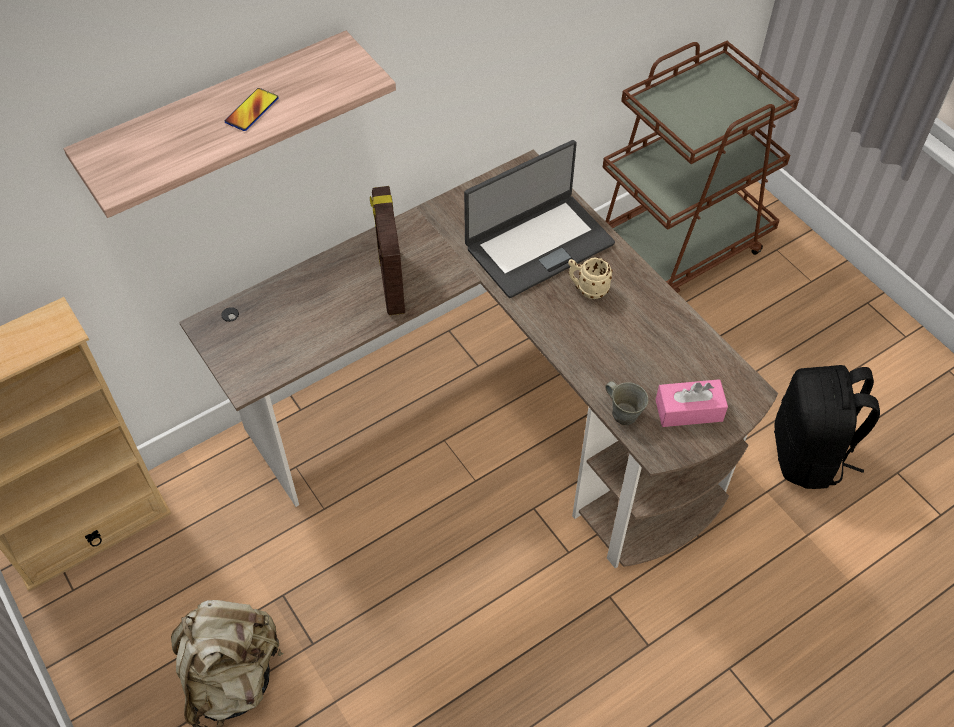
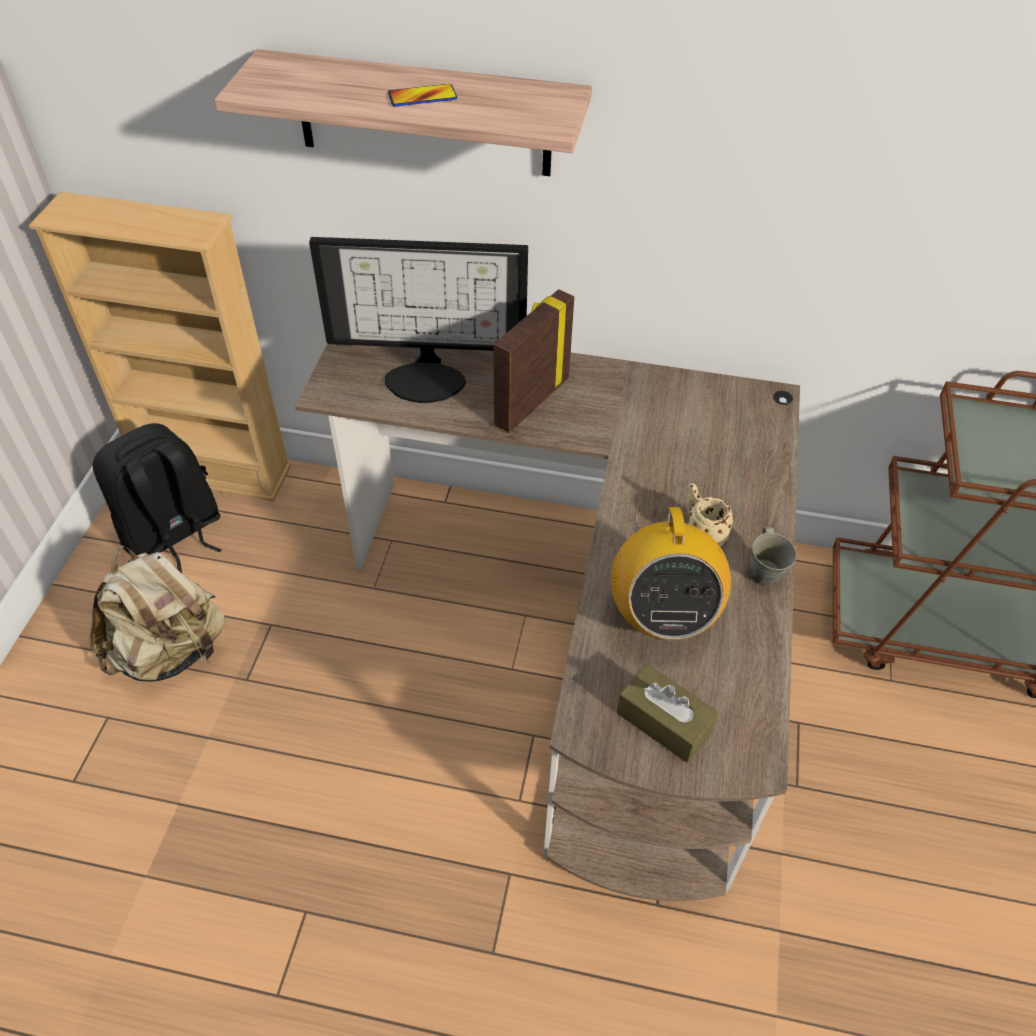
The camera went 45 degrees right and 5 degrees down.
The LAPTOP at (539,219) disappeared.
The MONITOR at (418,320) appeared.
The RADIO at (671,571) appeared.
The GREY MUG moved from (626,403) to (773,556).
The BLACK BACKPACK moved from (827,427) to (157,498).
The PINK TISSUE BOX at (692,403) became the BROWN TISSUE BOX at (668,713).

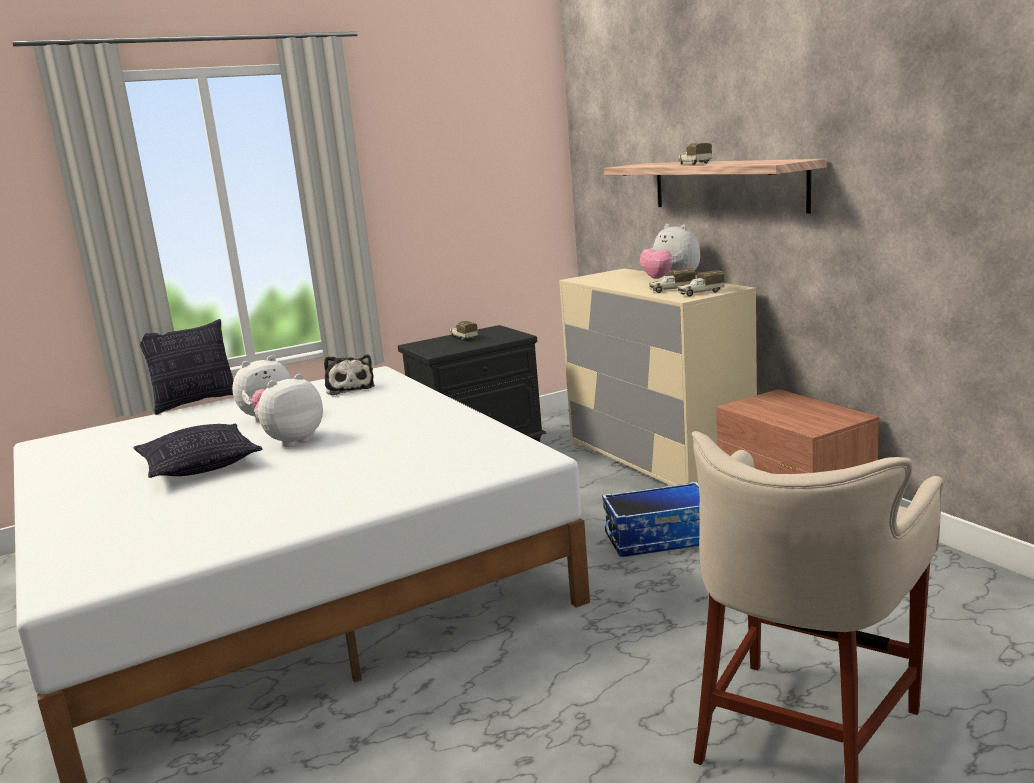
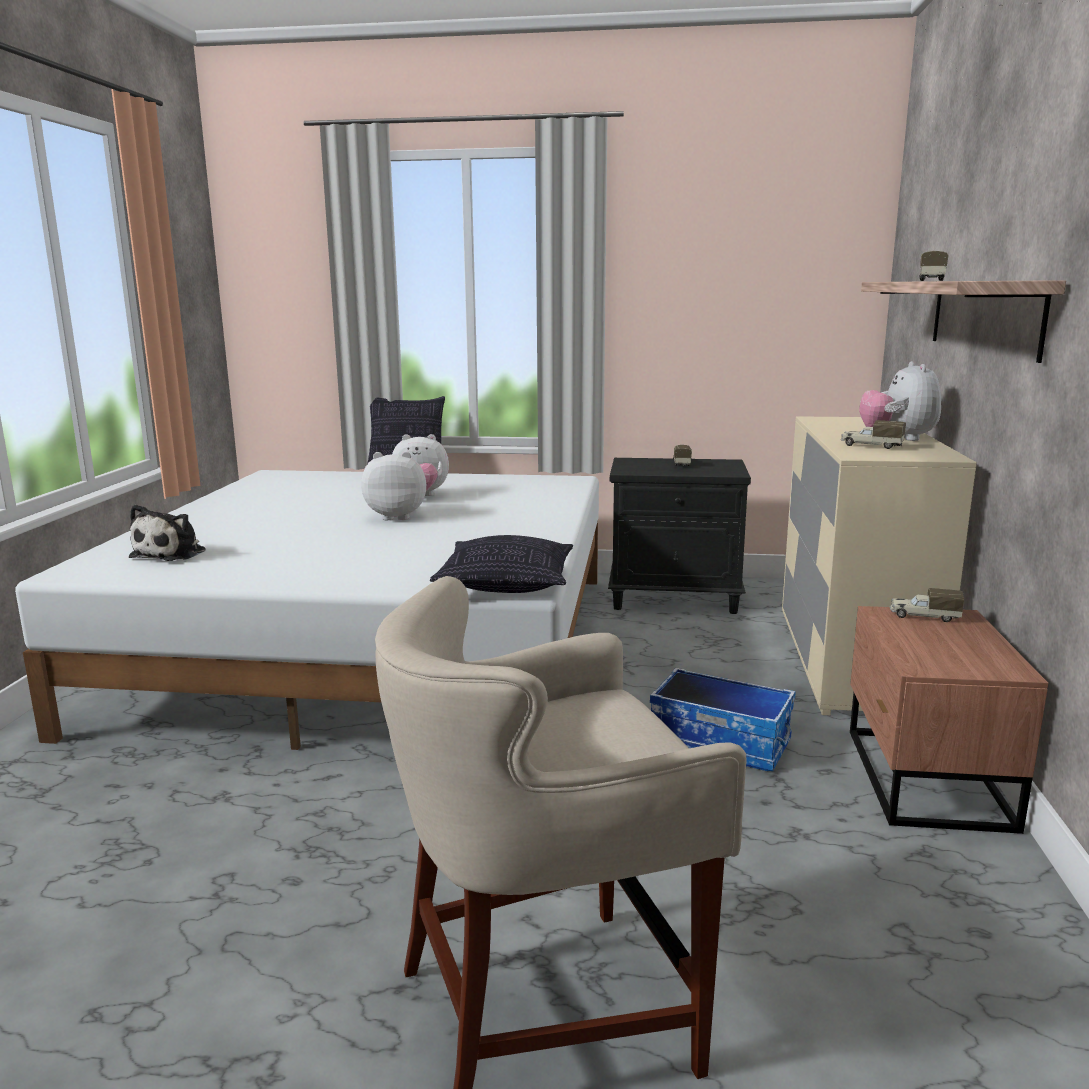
The camera went 35 degrees right and 0 degrees up.
The PILLOW moved from (197,451) to (501,564).
The PLUSH TOY moved from (349,375) to (167,532).
The TOY TRUCK moved from (701,283) to (927,605).

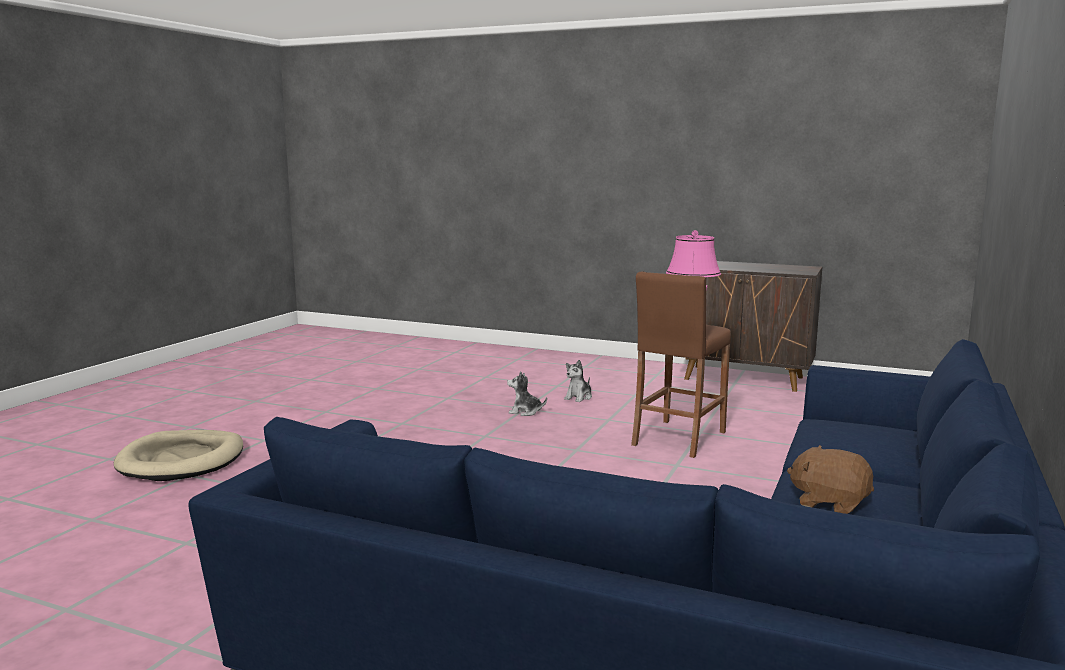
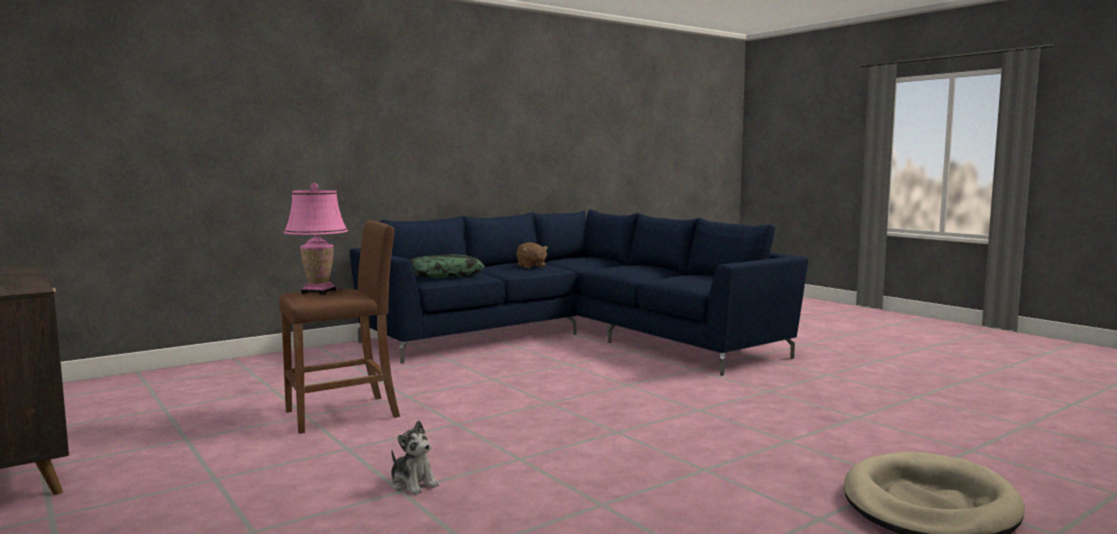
The camera went 150 degrees left and 5 degrees down.
The PLUSH TOY at (578,381) disappeared.
The PILLOW at (447,266) appeared.

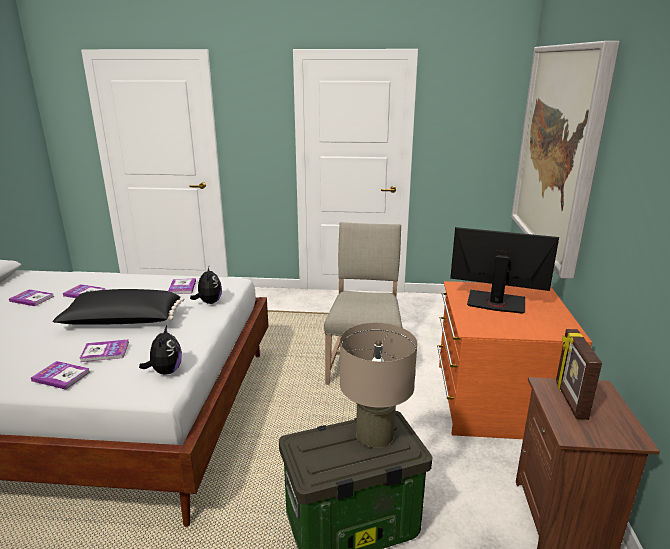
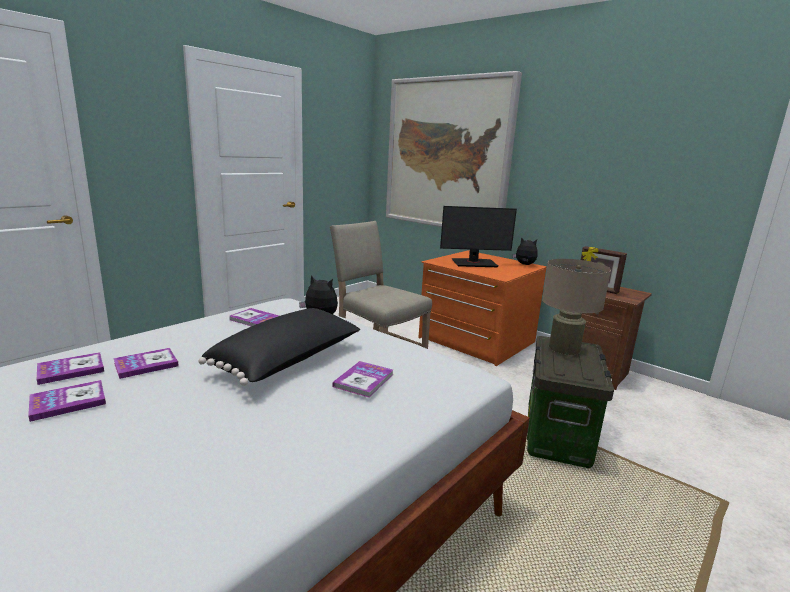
The camera went 55 degrees left and 5 degrees down.
The BOOK moved from (60,375) to (70,368).
The PLUSH TOY moved from (160,350) to (525,251).
The MONITOR at (504,270) turned 150 degrees counterclockwise.

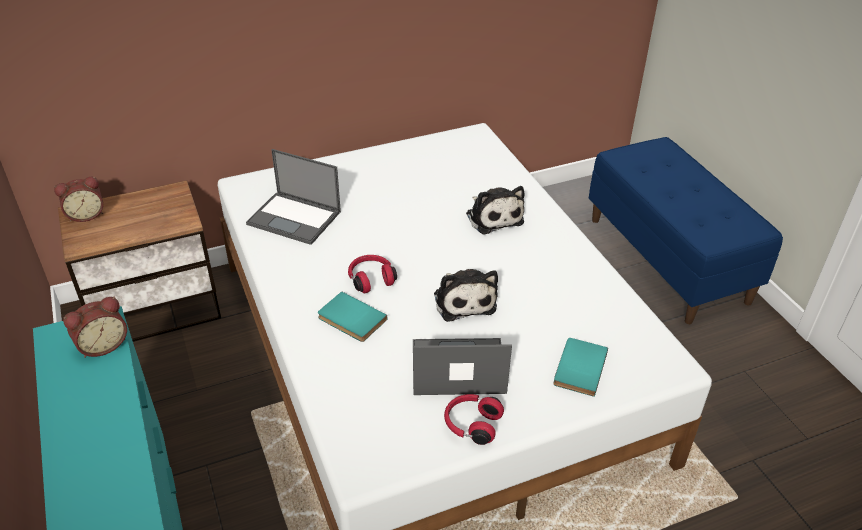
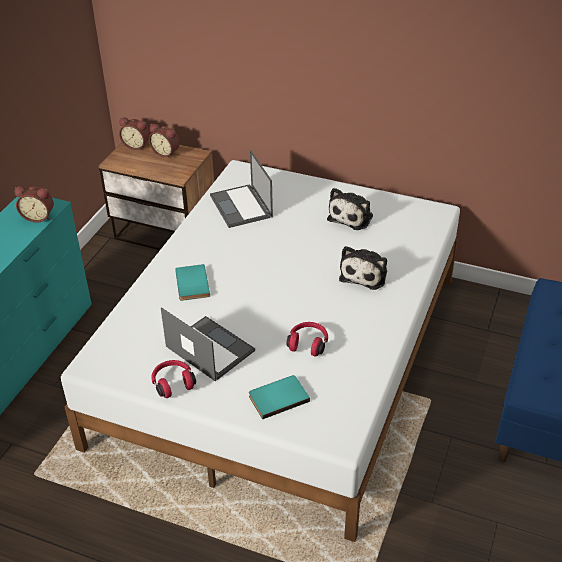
The camera went 45 degrees right and 0 degrees up.
The ALARM CLOCK at (164,141) appeared.
The RED HEADPHONES moved from (372,274) to (307,339).
The PLUSH TOY moved from (466,295) to (350,209).

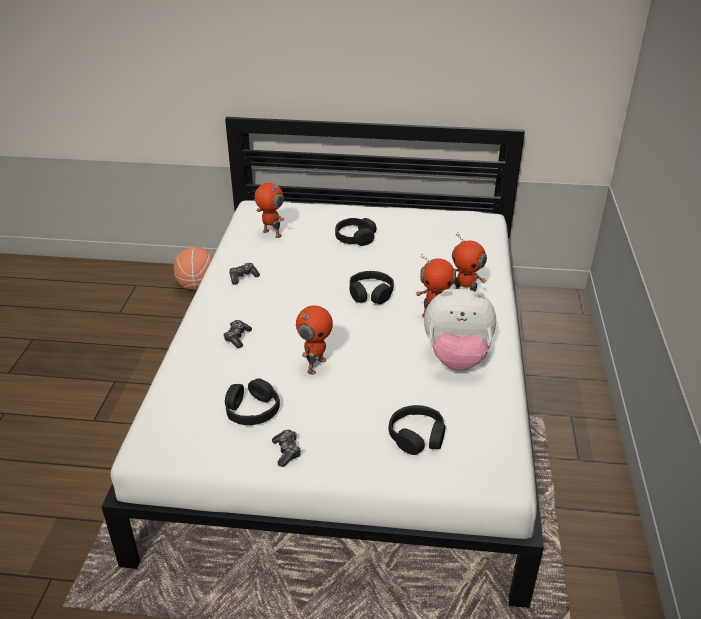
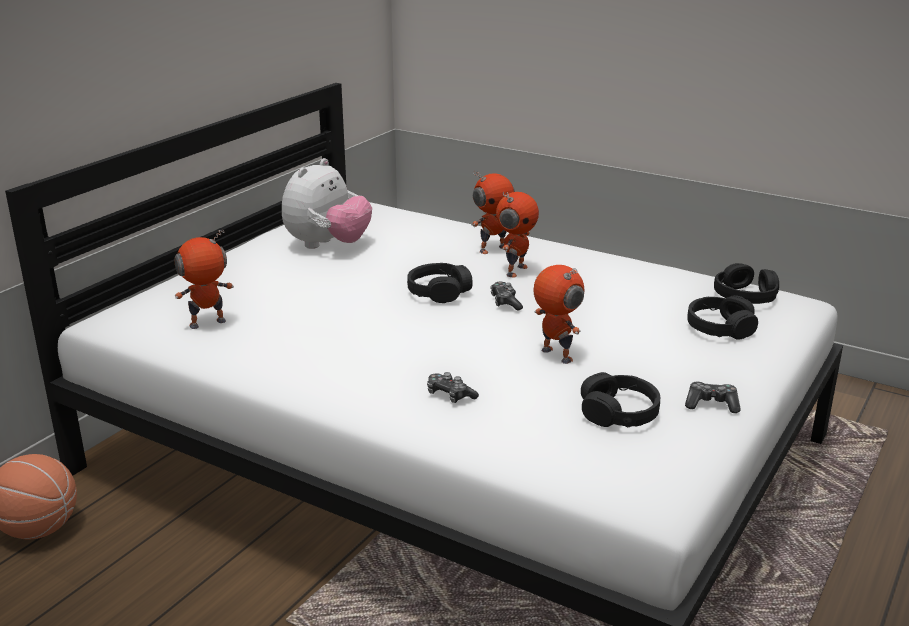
The camera went 65 degrees left and 10 degrees down.
The GAME CONTROLLER moved from (244,274) to (507,296).
The BLACK HEADPHONES moved from (355,232) to (746,283).
The PLUSH TOY moved from (460,330) to (327,203).

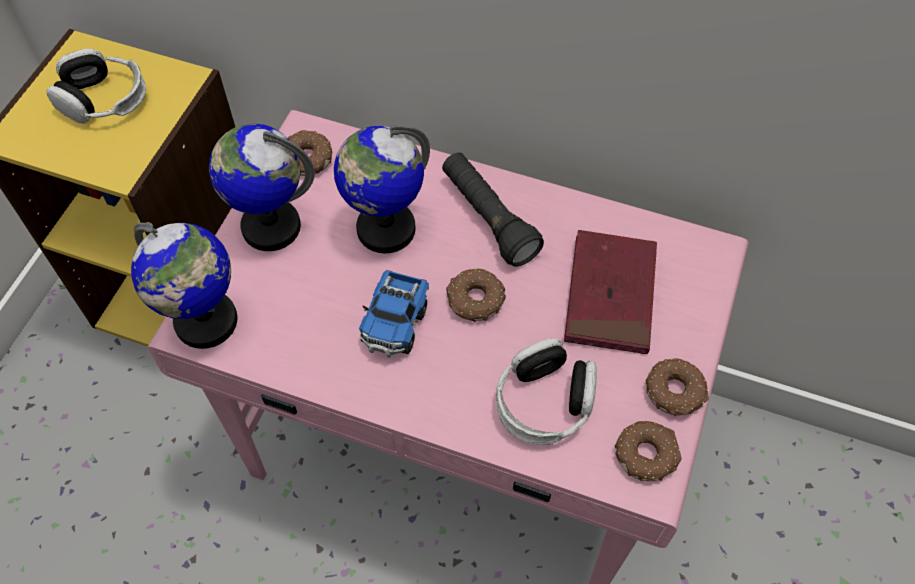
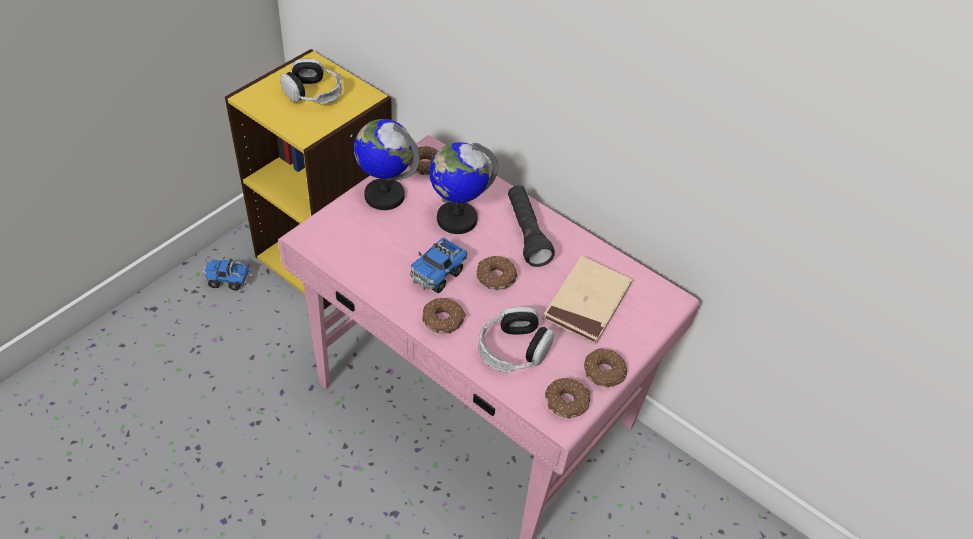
The camera went 15 degrees right and 10 degrees down.
The GLOBE at (184,285) disappeared.
The TOY TRUCK at (227,273) appeared.
The DONUT at (444,316) appeared.
The RED BOOK at (610,292) became the BEIGE BOOK at (587,300).

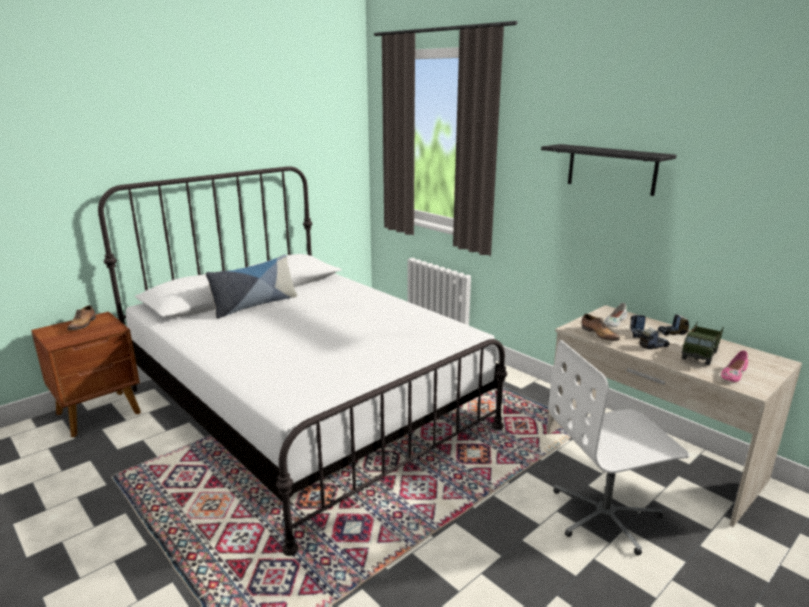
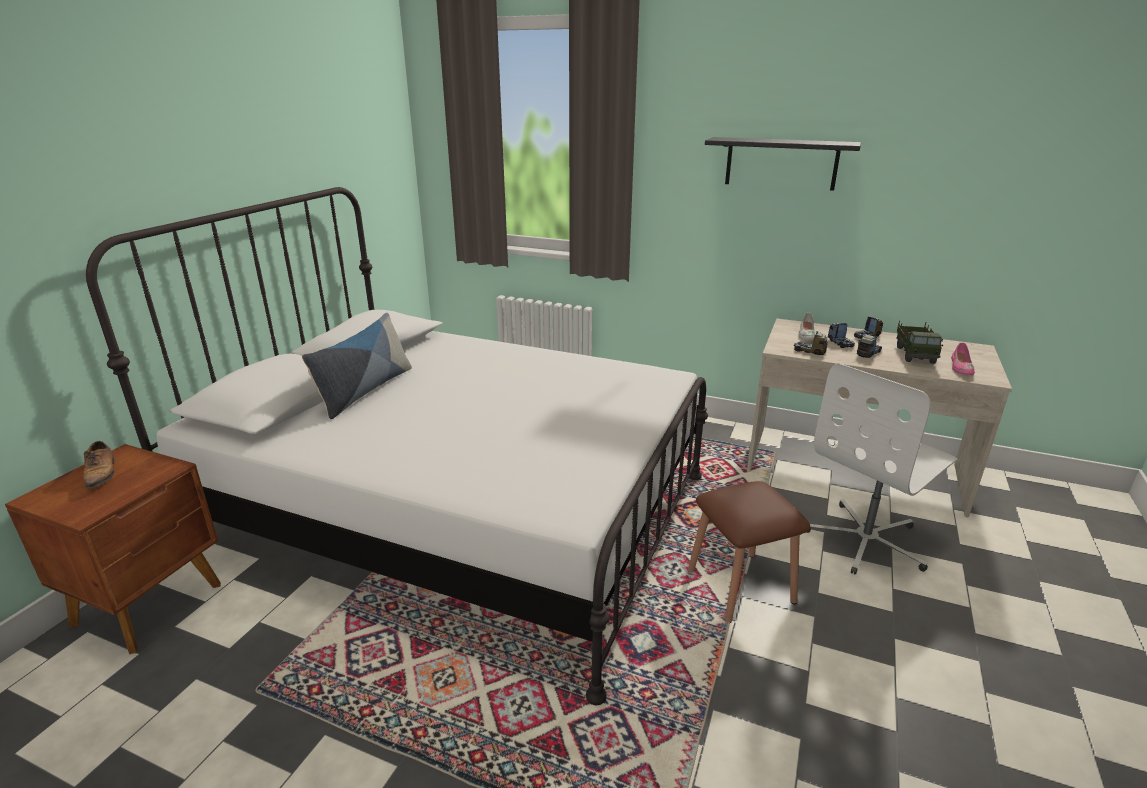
The camera went 25 degrees left and 5 degrees up.
The BROWN STOOL at (749,552) appeared.
The SHOE at (601,327) was replaced by the TOY TRUCK at (811,343).

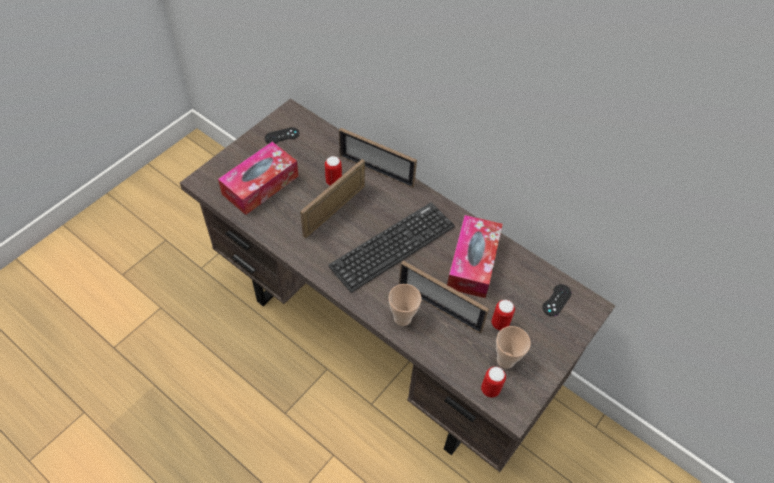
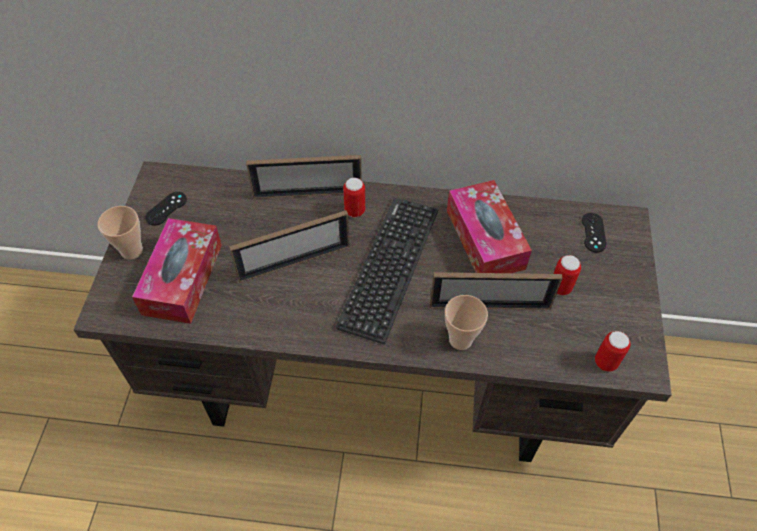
The camera went 30 degrees left and 0 degrees up.
The CAN moved from (333,171) to (354,198).
The CUP moved from (513,347) to (120,232).
The PICTURE FRAME at (332,199) turned 120 degrees counterclockwise.

